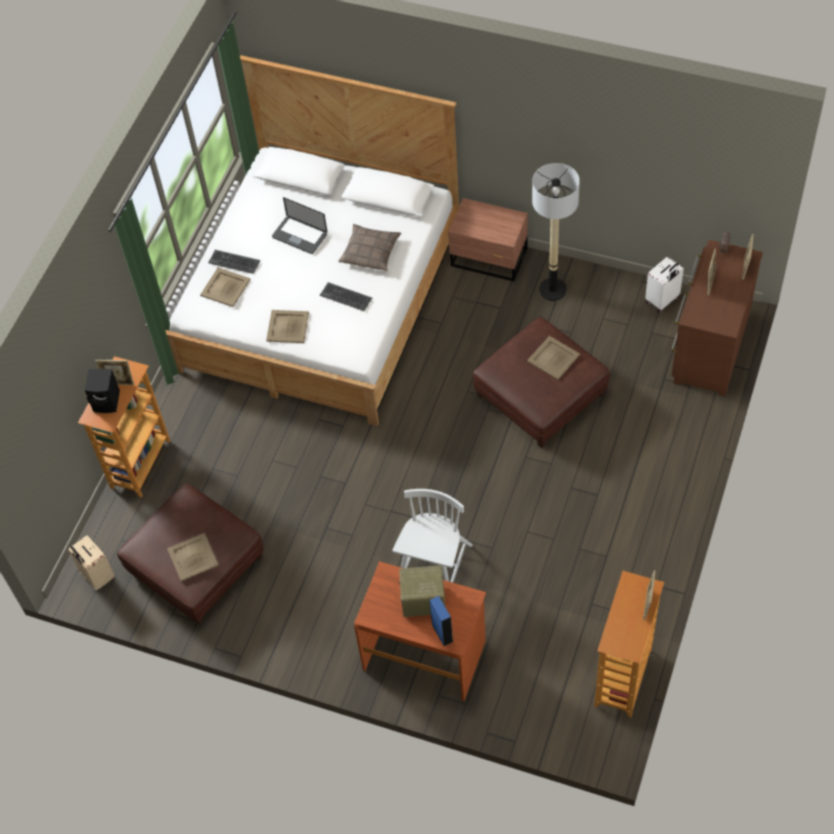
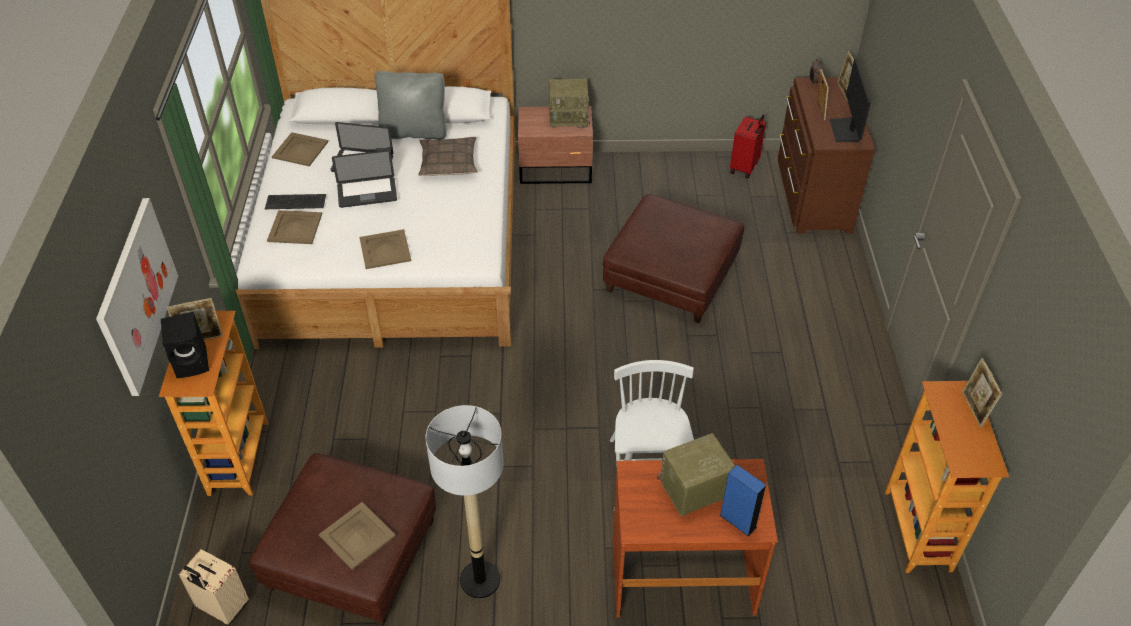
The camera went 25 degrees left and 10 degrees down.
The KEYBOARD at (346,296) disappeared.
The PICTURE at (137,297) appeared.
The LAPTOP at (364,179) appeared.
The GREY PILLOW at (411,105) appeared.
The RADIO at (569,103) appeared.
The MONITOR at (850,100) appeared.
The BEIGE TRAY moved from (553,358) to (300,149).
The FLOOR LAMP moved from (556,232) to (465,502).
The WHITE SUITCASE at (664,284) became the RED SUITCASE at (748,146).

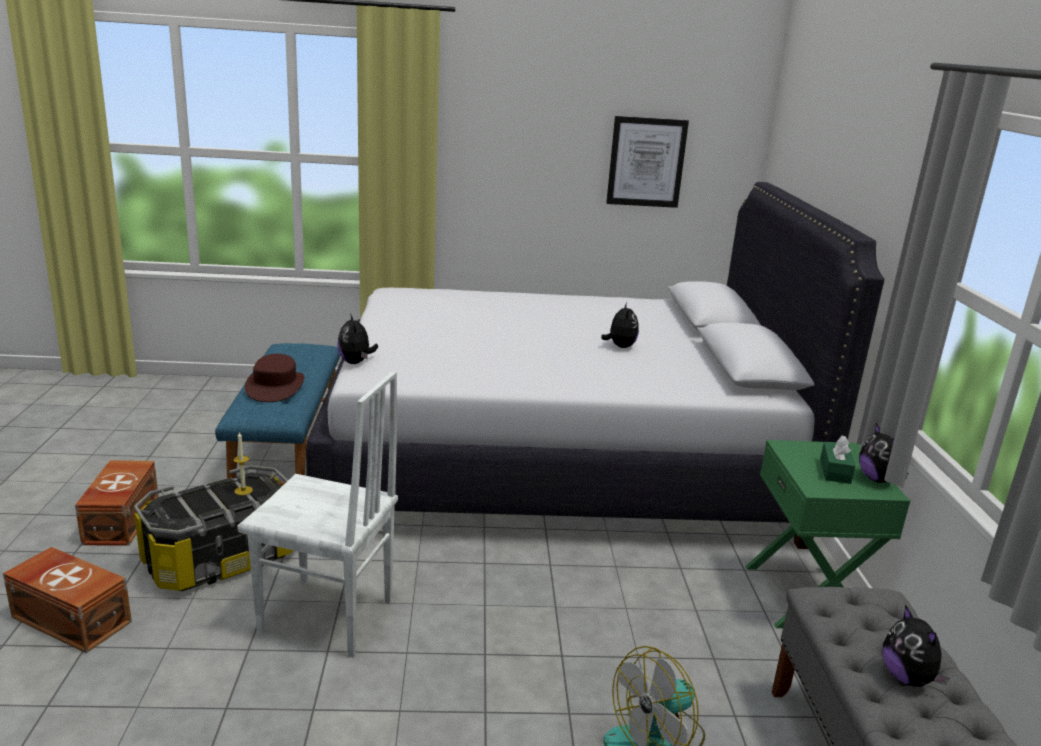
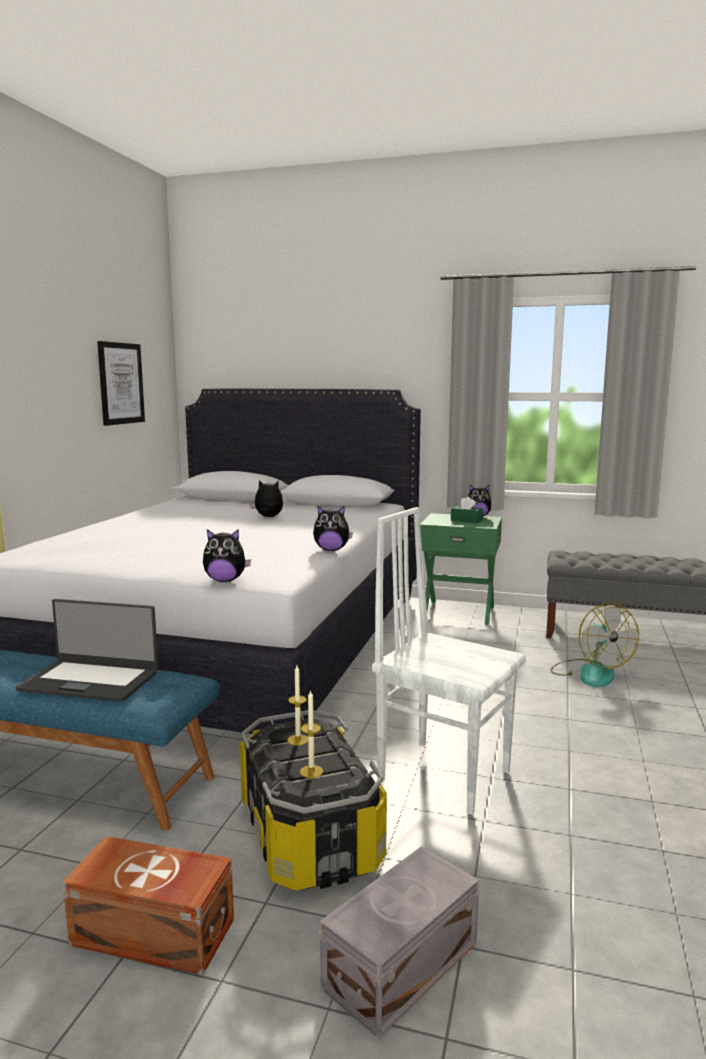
The camera went 70 degrees left and 10 degrees down.
The CANDLE at (311,734) appeared.
The PLUSH TOY moved from (916,645) to (333,528).
The BROWN HAT at (274,378) was replaced by the LAPTOP at (87,650).
The BROWN STORAGE BOX at (67,600) became the GREY STORAGE BOX at (399,943).
The WHITE CHAIR at (317,514) turned 90 degrees counterclockwise.

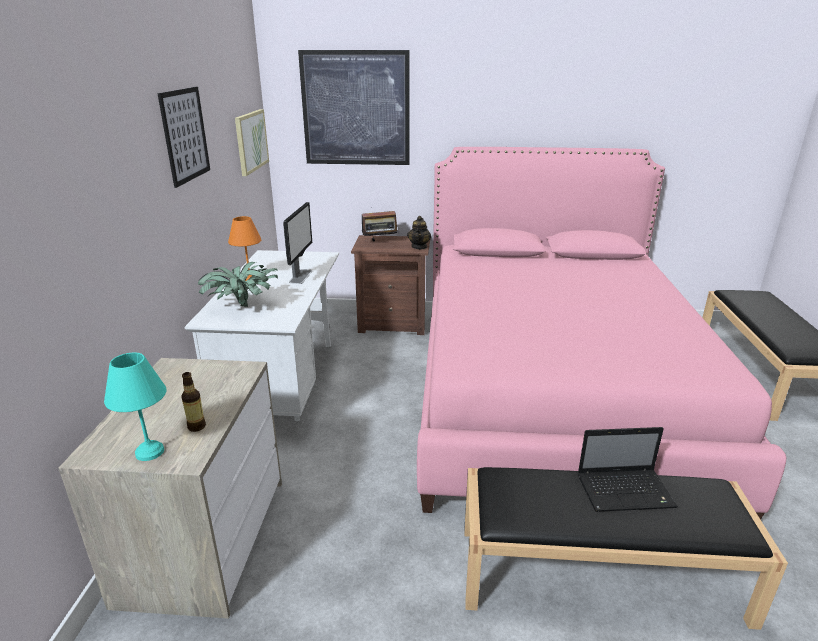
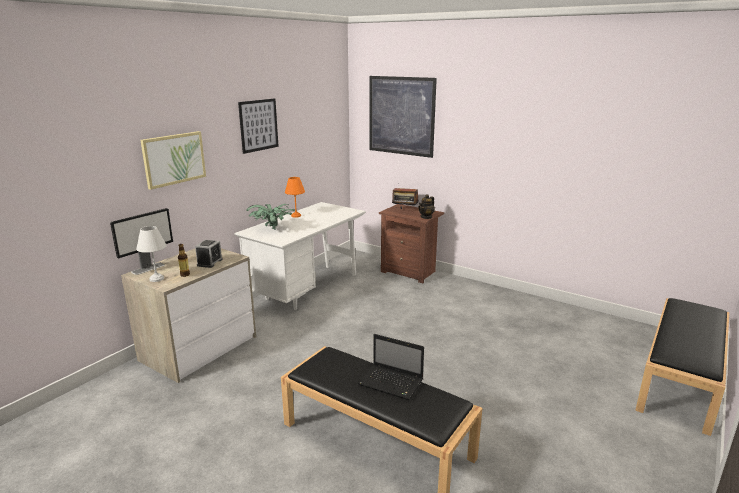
The camera went 30 degrees right and 5 degrees down.
The PINK BED at (601,333) disappeared.
The ALARM CLOCK at (209,254) appeared.
The PICTURE moved from (252,142) to (173,160).
The MONITOR moved from (297,243) to (141,241).
The TURQUOISE TABLE LAMP at (135,406) became the WHITE TABLE LAMP at (151,254).

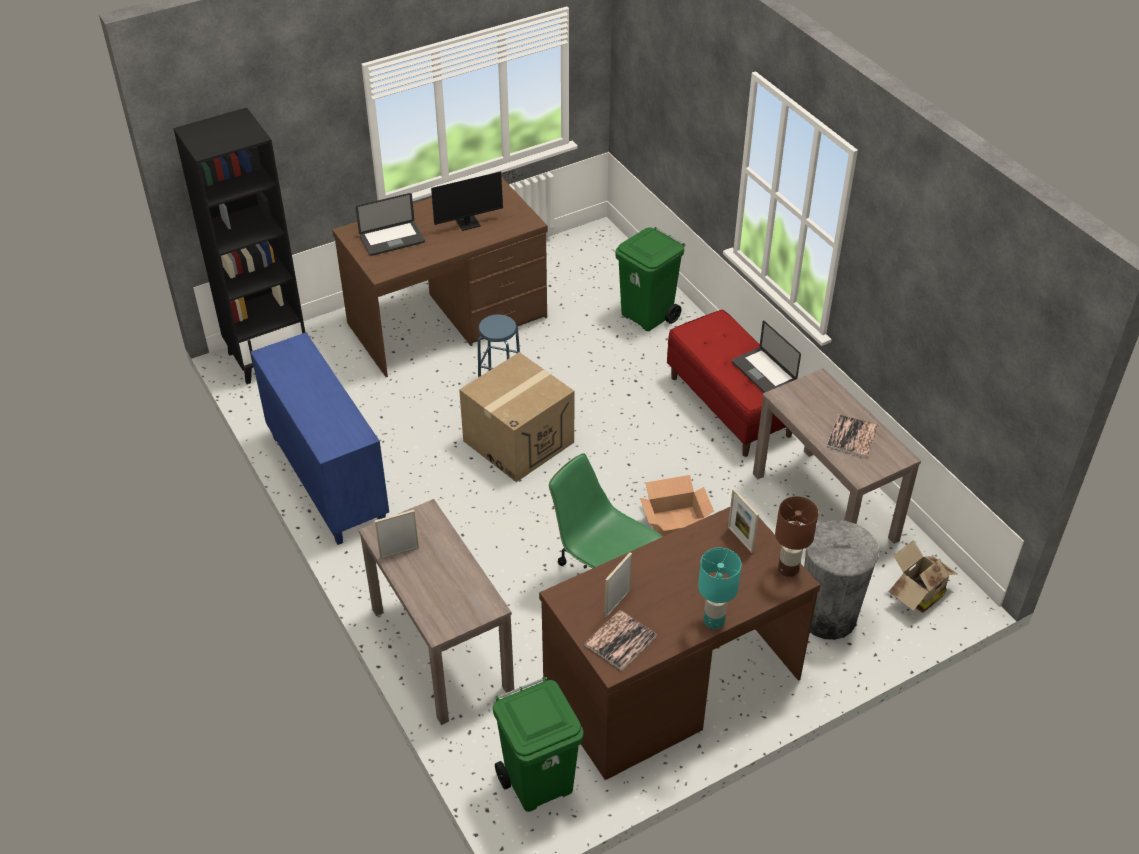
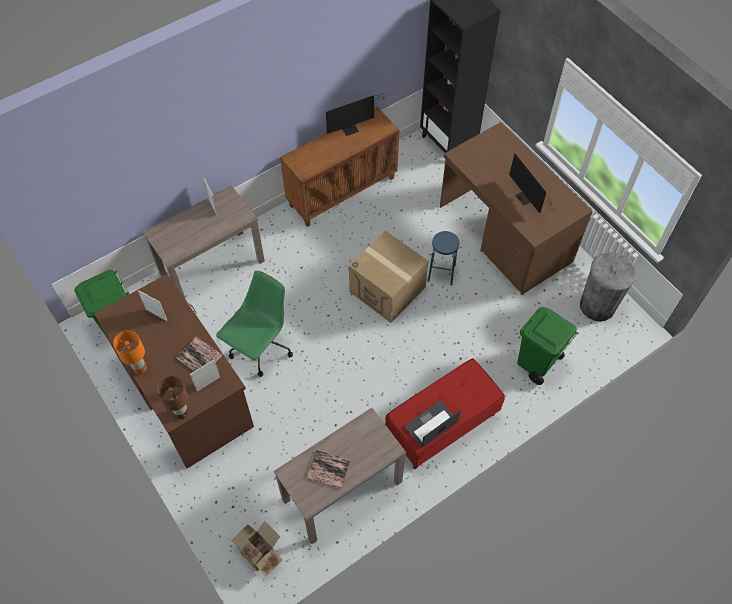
The camera went 85 degrees right and 15 degrees up.
The LAPTOP at (390,224) disappeared.
The CARDBOARD BOX at (677,506) disappeared.
The MONITOR at (356,115) appeared.
The BOOK moved from (620,640) to (199,354).
The GREY TRASH CAN moved from (841,580) to (608,287).
The BLUE CABINET at (320,439) became the BROWN CABINET at (339,167).
The TURQUOISE TABLE LAMP at (719,588) became the ORANGE TABLE LAMP at (130,352).

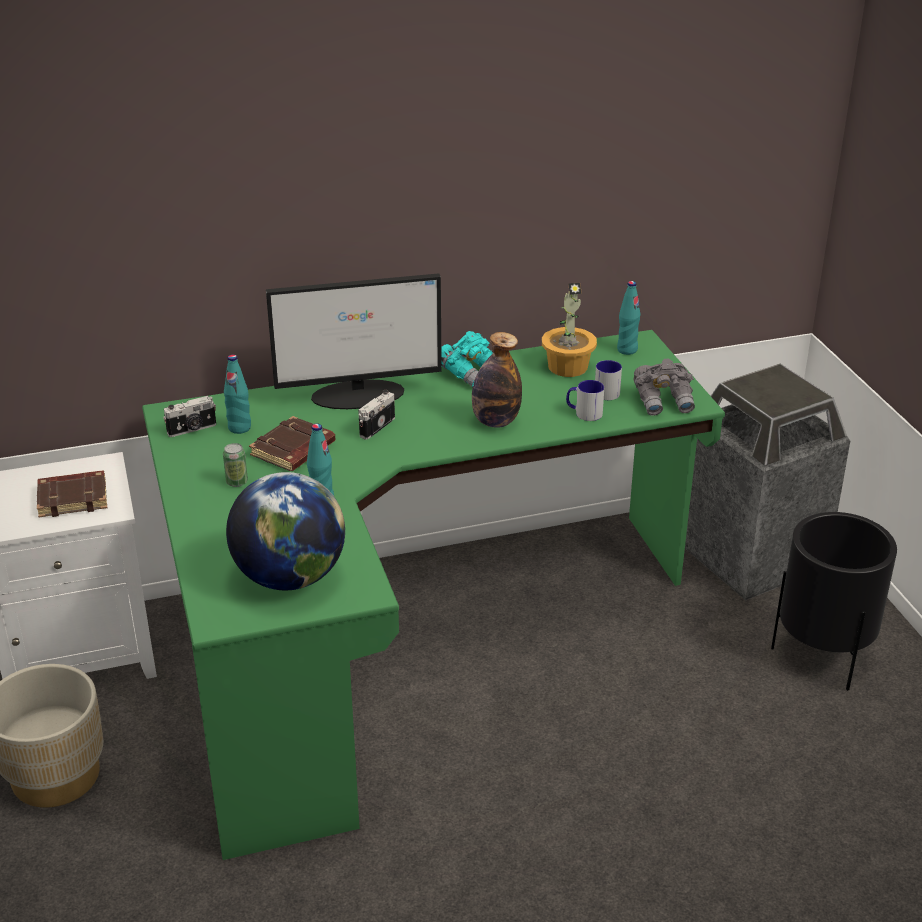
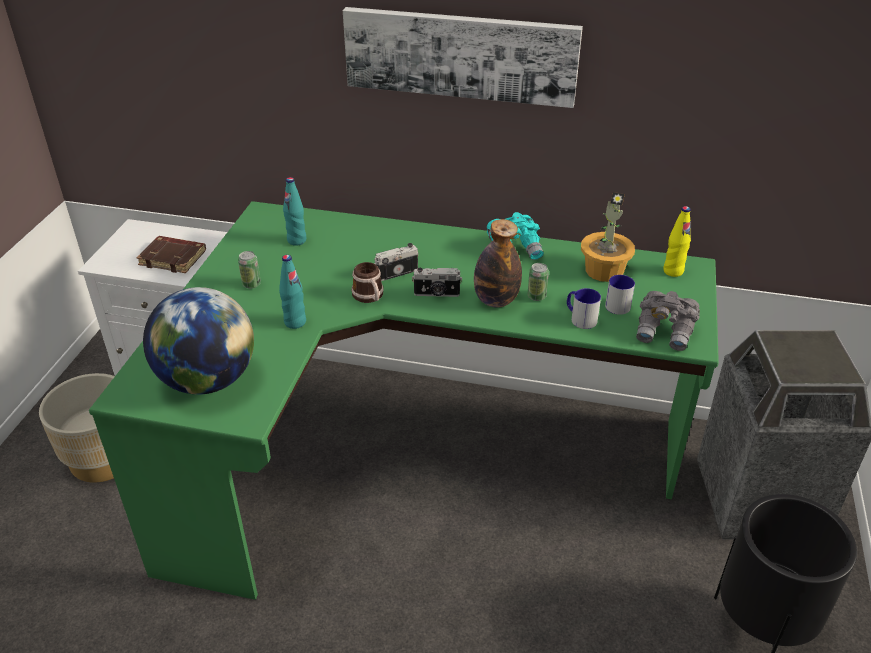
The camera went 30 degrees right and 5 degrees up.
The BROWN BOOK at (292,443) disappeared.
The MONITOR at (354,341) disappeared.
The PICTURE at (463,57) appeared.
The MUG at (367,282) appeared.
The CAN at (538,282) appeared.
The PHOTO CAMERA moved from (189,416) to (437,282).
The TURQUOISE BOTTLE at (629,318) became the YELLOW BOTTLE at (677,241).

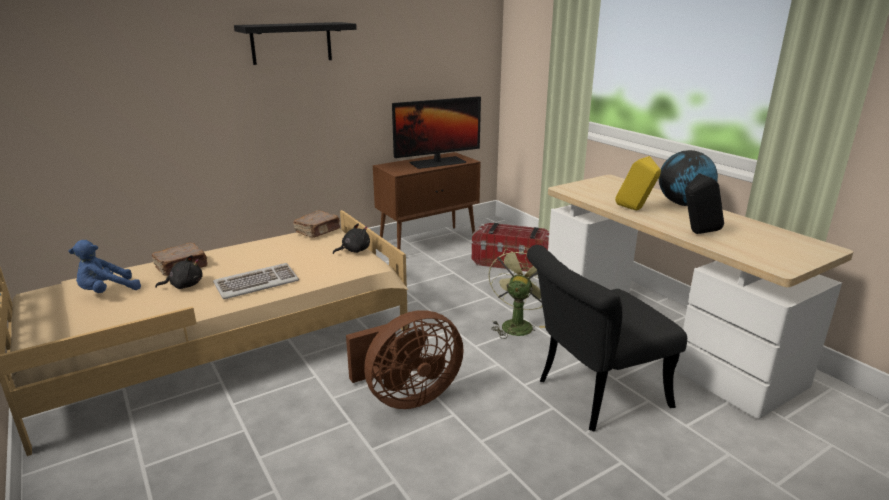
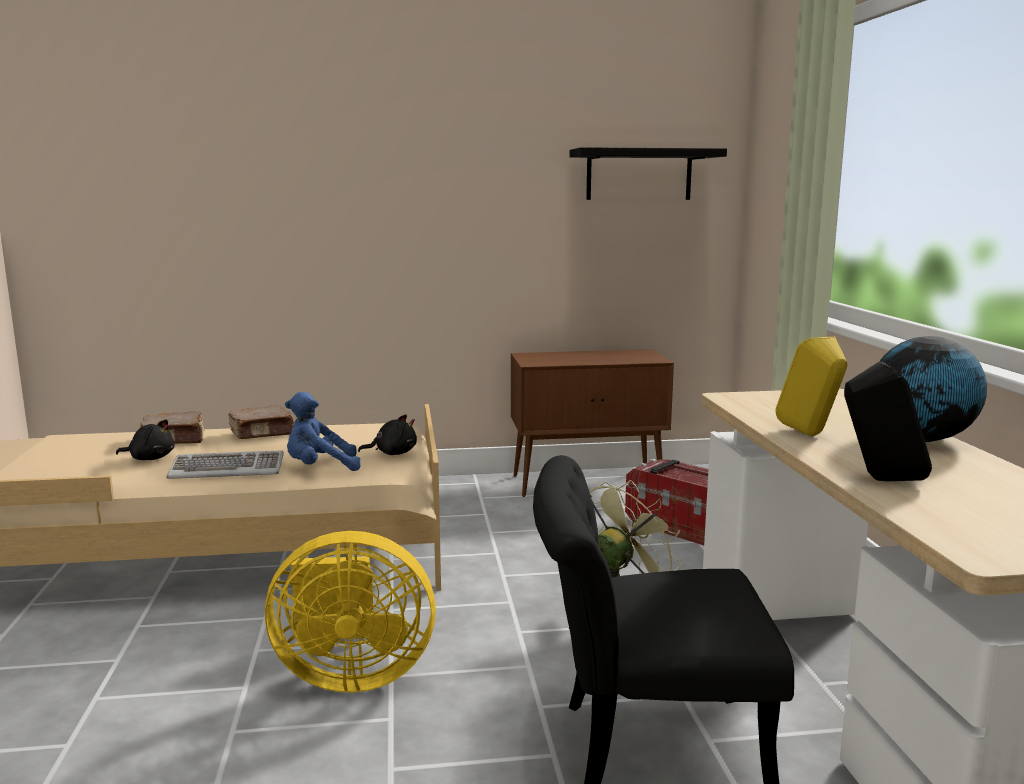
The camera went 25 degrees right and 10 degrees down.
The MONITOR at (436,132) disappeared.
The BLUE PLUSH TOY moved from (105,266) to (323,431).
The BLACK SHELF moved from (295,43) to (648,173).
The BROWN BOOK moved from (317,224) to (261,422).
The BROWN FAN at (405,359) became the YELLOW FAN at (350,612).

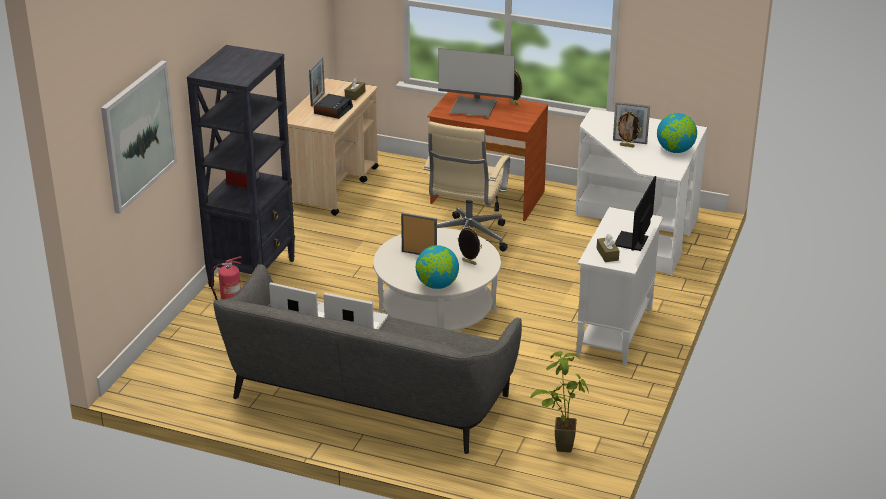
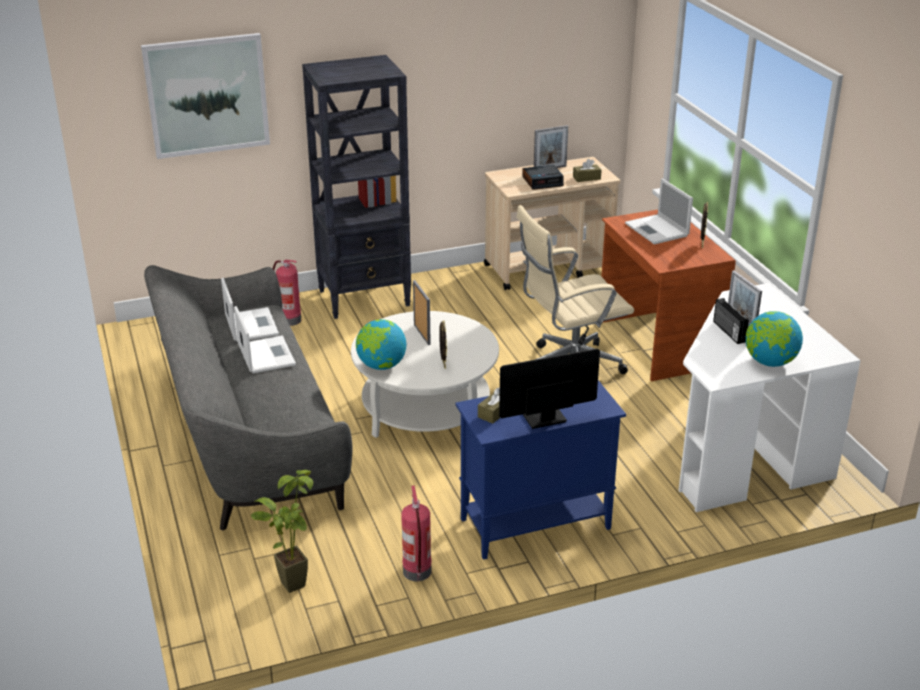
The camera went 50 degrees right and 0 degrees up.
The FIRE EXTINGUISHER at (416,533) appeared.
The MONITOR at (476,82) was replaced by the LAPTOP at (659,211).
The PICTURE FRAME at (628,129) was replaced by the RADIO at (731,321).
The WHITE CABINET at (619,286) became the BLUE CABINET at (540,470).

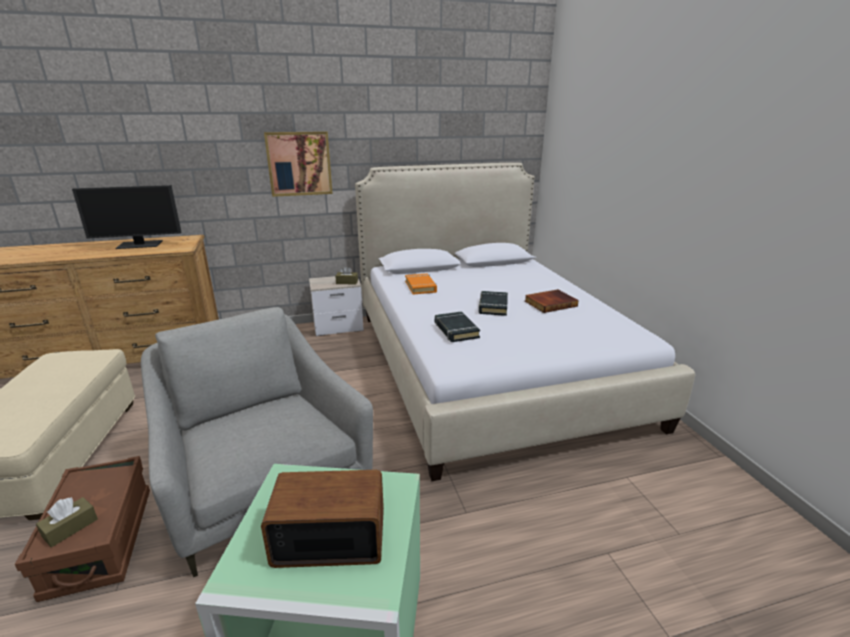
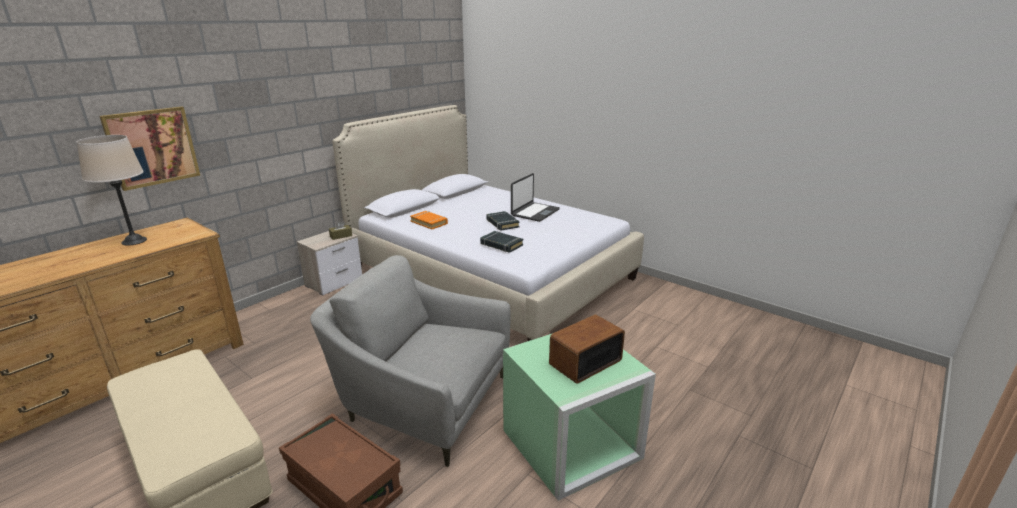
The camera went 35 degrees left and 0 degrees up.
The BROWN TISSUE BOX at (67,522) disappeared.
The PICTURE moved from (298,164) to (150,148).
The MONITOR at (127,217) was replaced by the BEIGE TABLE LAMP at (112,190).
The BOOK at (552,301) was replaced by the LAPTOP at (535,197).

